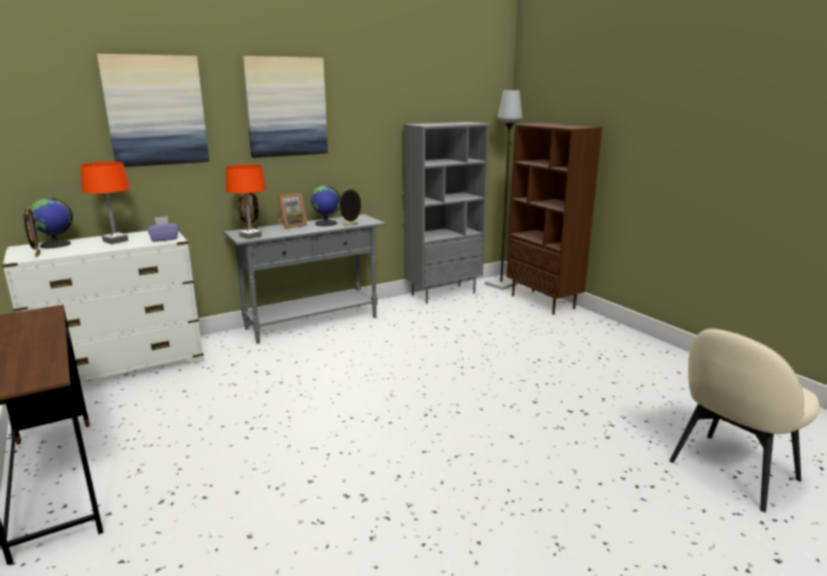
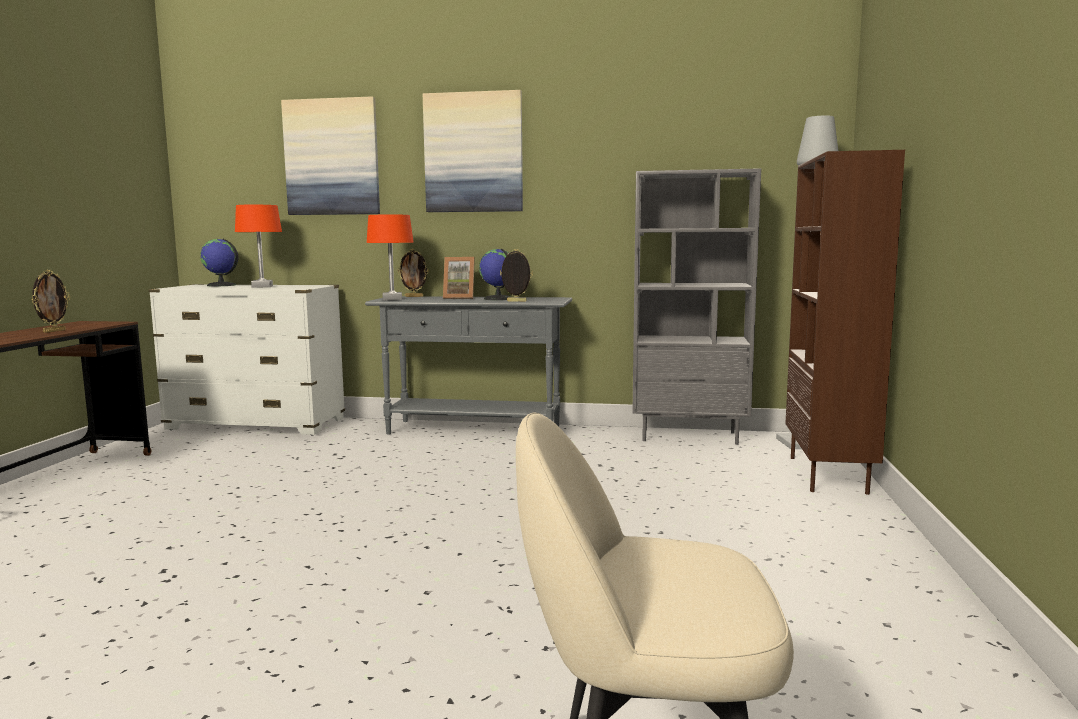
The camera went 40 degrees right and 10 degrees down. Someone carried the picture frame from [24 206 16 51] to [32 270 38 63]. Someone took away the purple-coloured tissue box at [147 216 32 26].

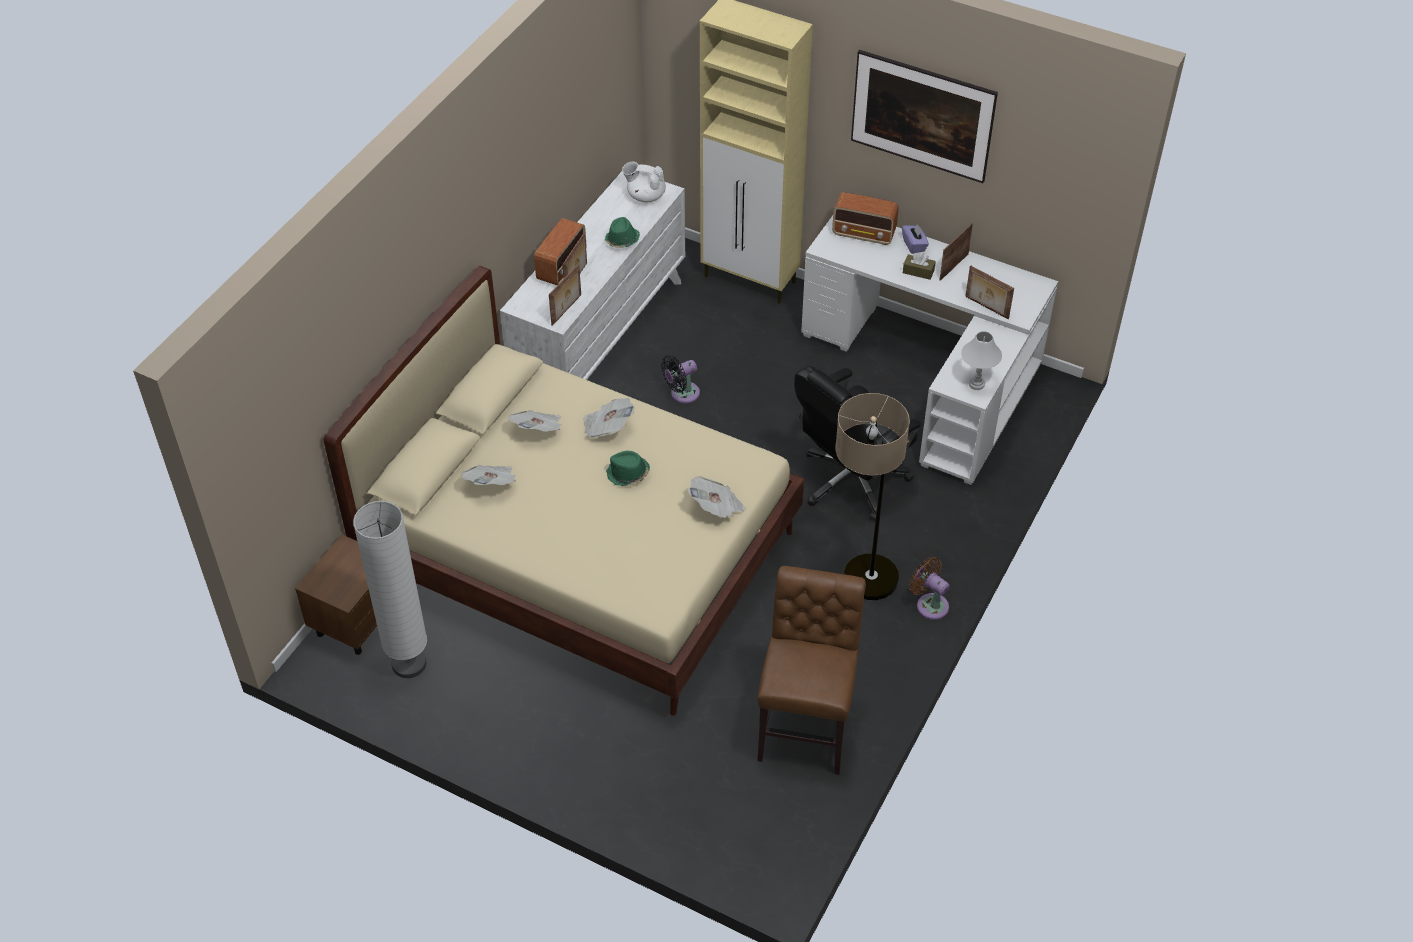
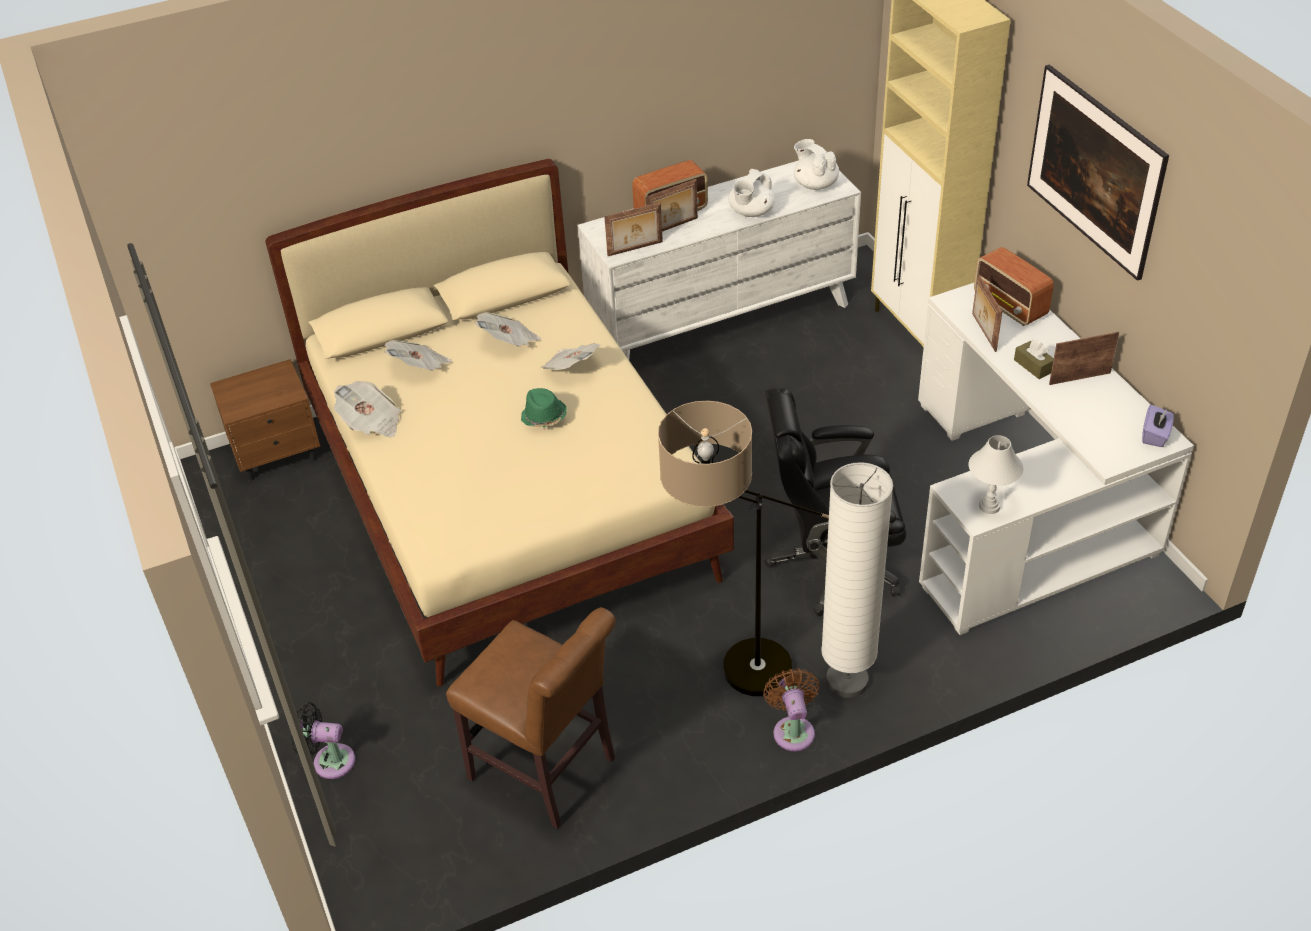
The camera went 40 degrees right and 5 degrees down. Someone swapped the greenish wearable hat at [604 217 36 31] for the white-coloured teapot at [729 169 46 48]. Someone carried the purple-coloured tissue box from [902 223 27 31] to [1142 404 32 43]. Someone carried the picture frame from [965 265 49 54] to [972 273 31 79]. Someone carried the blackish electric fan from [661 355 39 49] to [292 702 63 77]. Someone carried the daily paper from [687 476 59 42] to [334 381 67 56]. Someone carried the white-coloured standing lamp from [353 501 74 177] to [821 462 72 236]. Someone rotated the brown-coloured upright chair at [757 566 109 209] by 75 degrees clockwise.

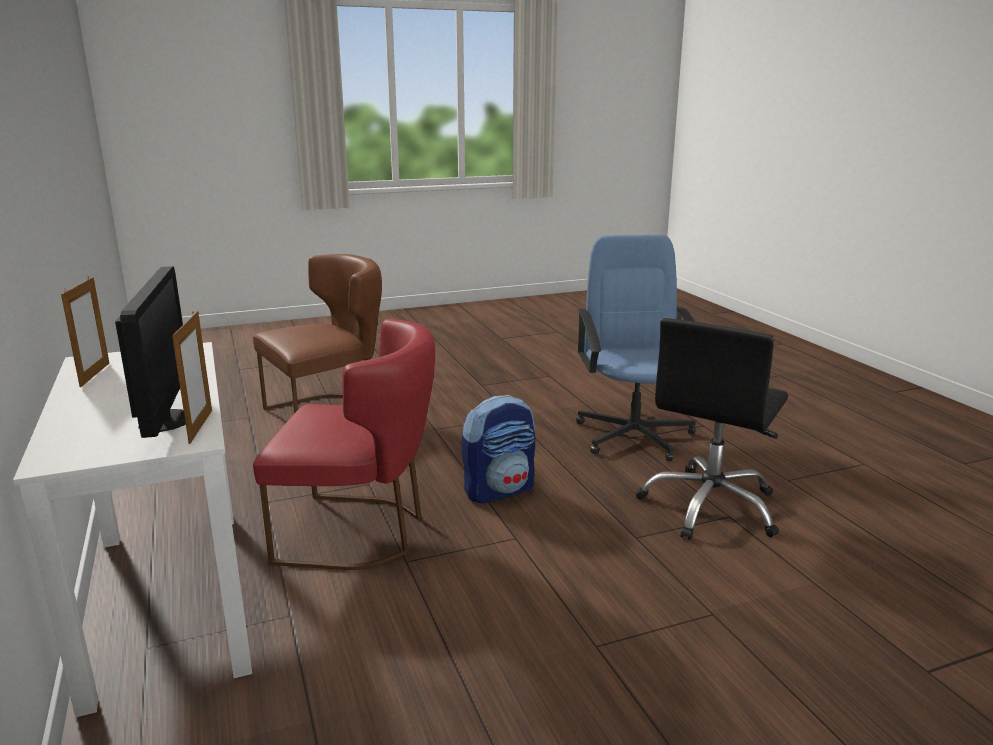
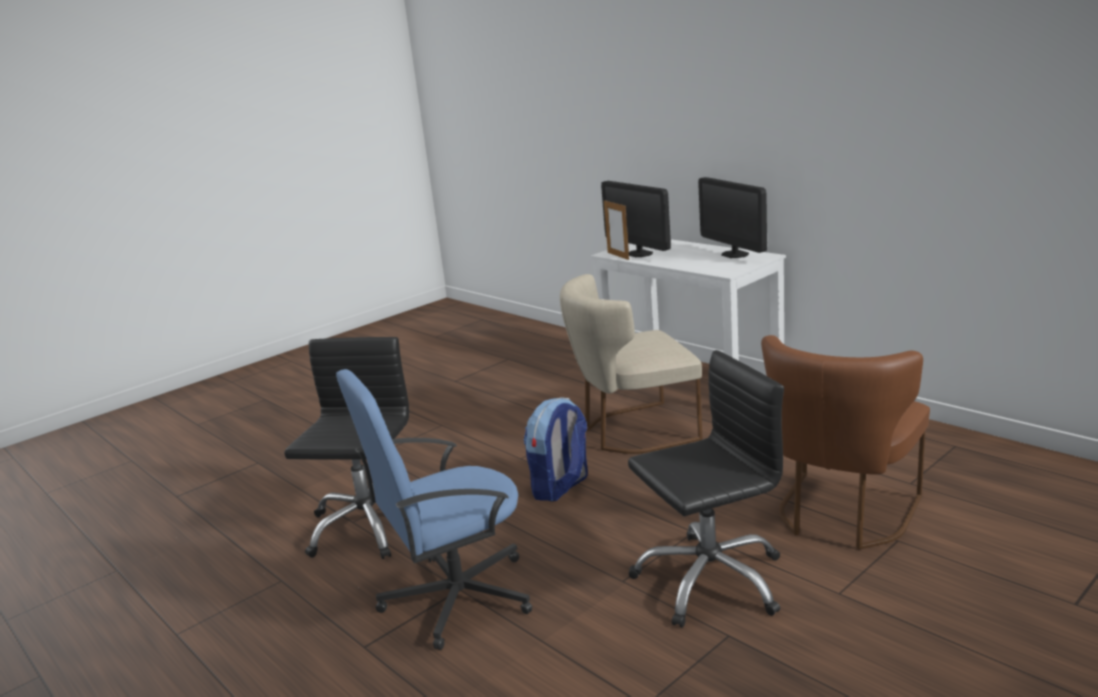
The camera went 160 degrees right and 0 degrees up. Someone rotated the blue computer chair at [576 234 120 227] by 90 degrees clockwise. Someone swapped the picture frame at [61 276 48 111] for the monitor at [698 177 69 81]. Someone repainted the red upright chair at [253 319 182 251], which became the beige upright chair at [560 274 143 180]. Someone put down the blackish computer chair at [628 350 156 278].

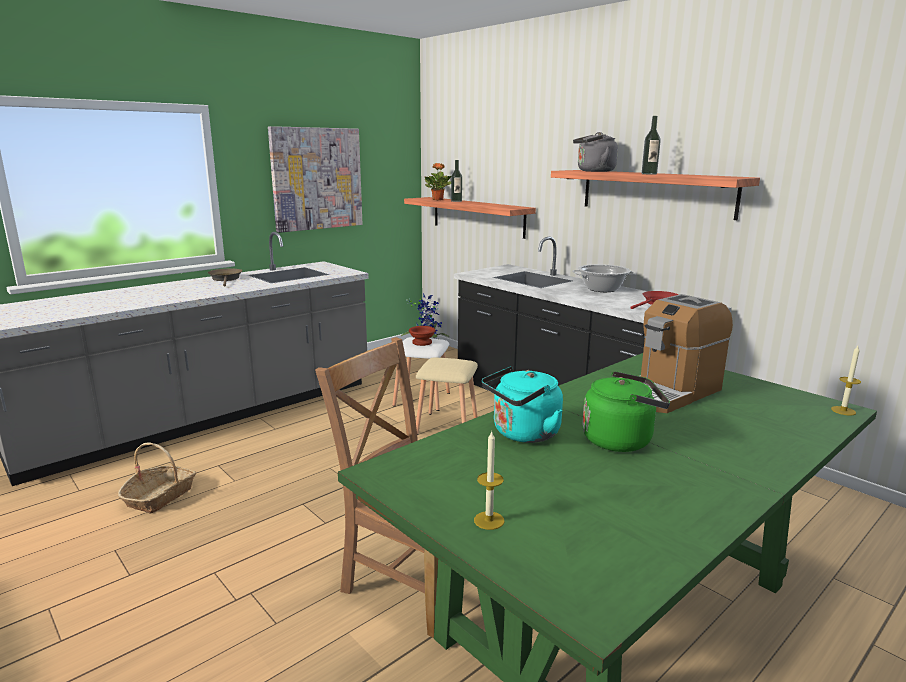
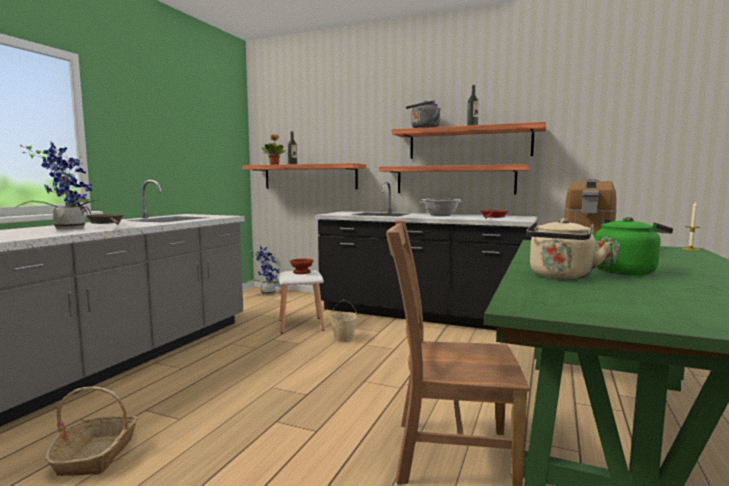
The camera went 25 degrees left and 10 degrees down. Someone took away the wall art at [268 126 94 107]. Someone swapped the beige stool at [416 357 62 78] for the beige pail at [330 300 27 42]. Someone repainted the blue-green water kettle at [482 366 81 77], which became the beige water kettle at [526 218 85 61]. Someone took away the candle at [474 430 30 100]. Someone put down the plant in a pot at [14 140 95 89]. Someone put up the shelf at [379 164 150 30].

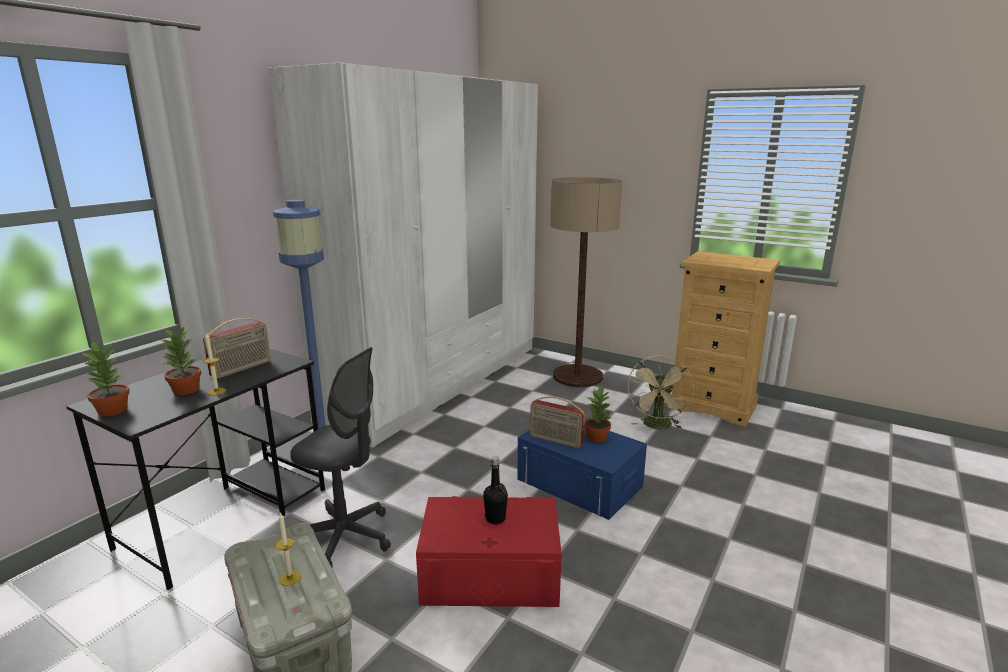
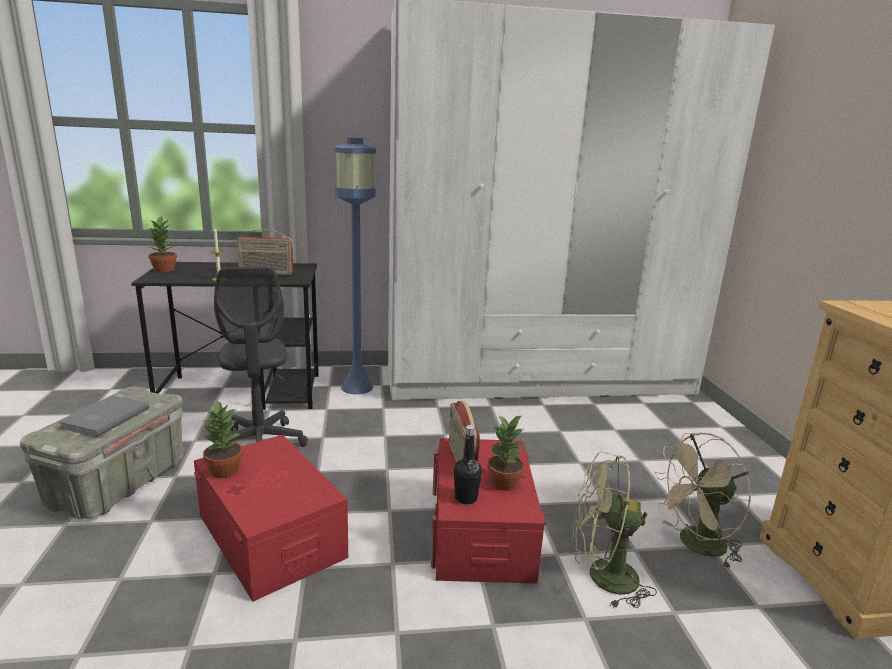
The camera went 50 degrees right and 0 degrees up. Someone took away the standing lamp at [550 177 72 210]. Someone carried the plant in a pot from [160 326 42 69] to [203 401 40 77]. Someone repainted the blue storage bin at [517 428 130 92], which became the red storage bin at [431 438 115 146]. Someone carried the blackish drink bottle from [483 456 25 69] to [454 425 28 79]. Someone swapped the candle at [275 512 26 74] for the grey book at [58 395 91 42]. Someone put down the greenish electric fan at [571 451 86 157].

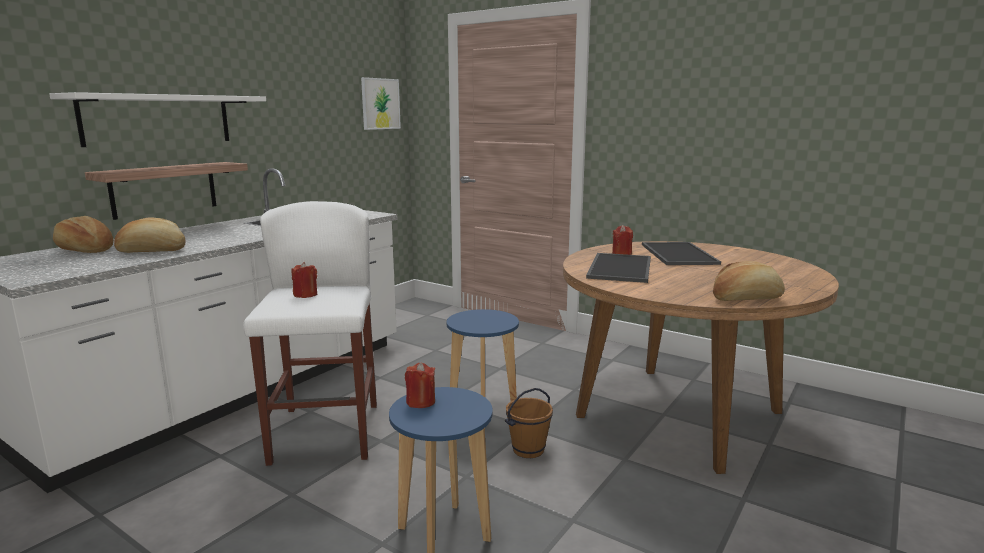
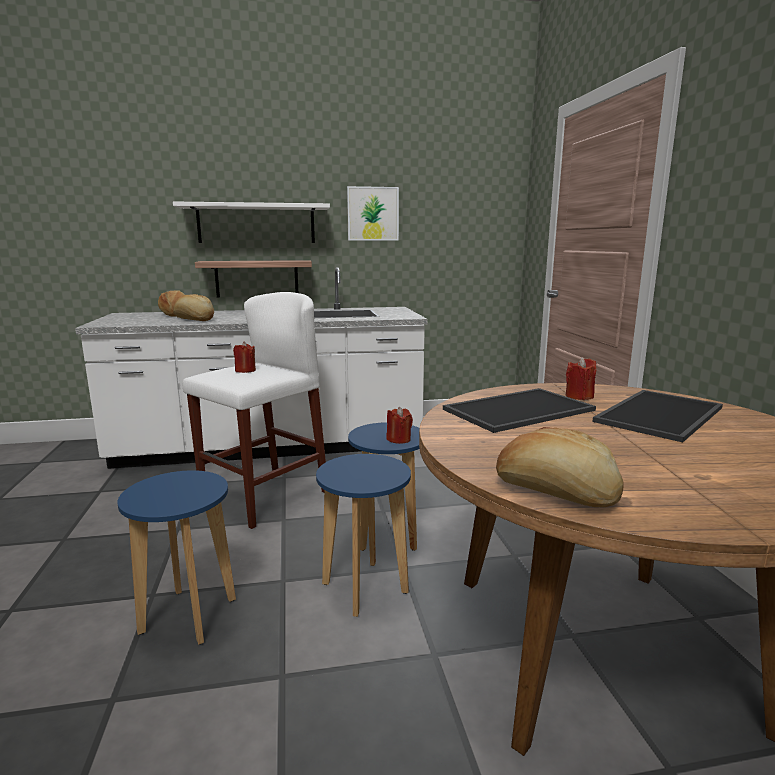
The camera went 45 degrees right and 0 degrees up. Someone carried the wall art from [361 77 40 53] to [347 186 52 55]. Someone carried the red candle from [405 363 30 45] to [386 407 27 37]. Someone swapped the brown-coloured pail at [505 388 48 70] for the blue stool at [316 454 95 163].

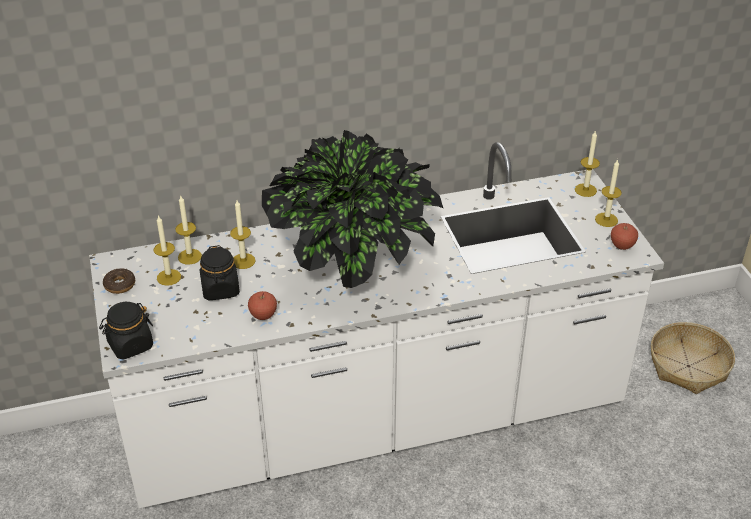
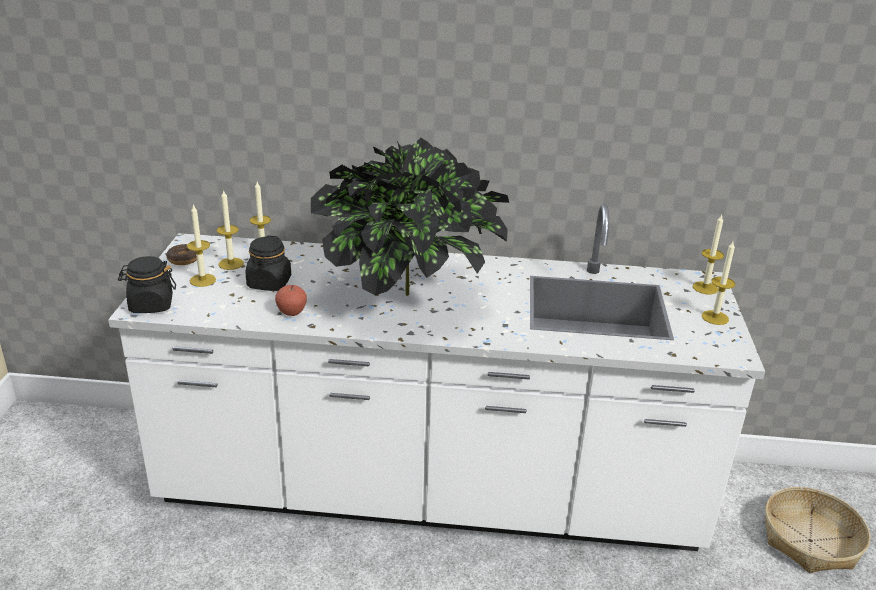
The camera went 20 degrees right and 10 degrees down. Someone carried the candle from [230 200 25 69] to [187 204 29 83]. Someone took away the apple fruit at [611 223 27 27].

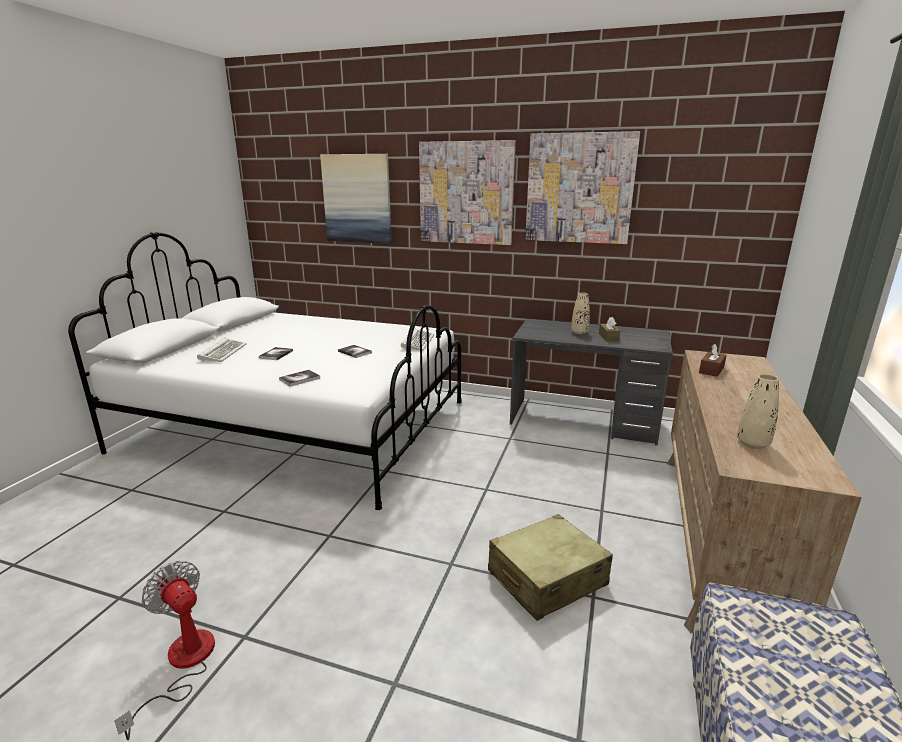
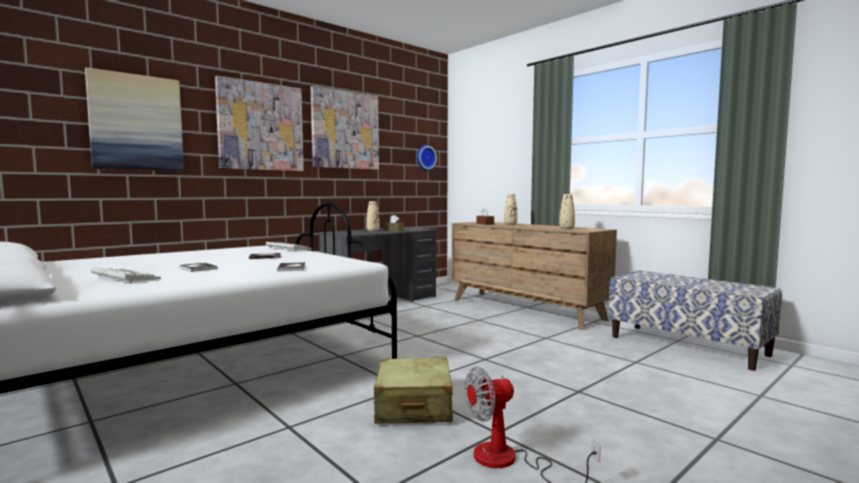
The camera went 60 degrees left and 15 degrees down. Someone carried the beige suitcase from [488 514 125 107] to [374 357 79 67]. Someone put up the clock on the wall at [417 145 20 26]. Someone put down the beige vase at [504 194 14 31].

